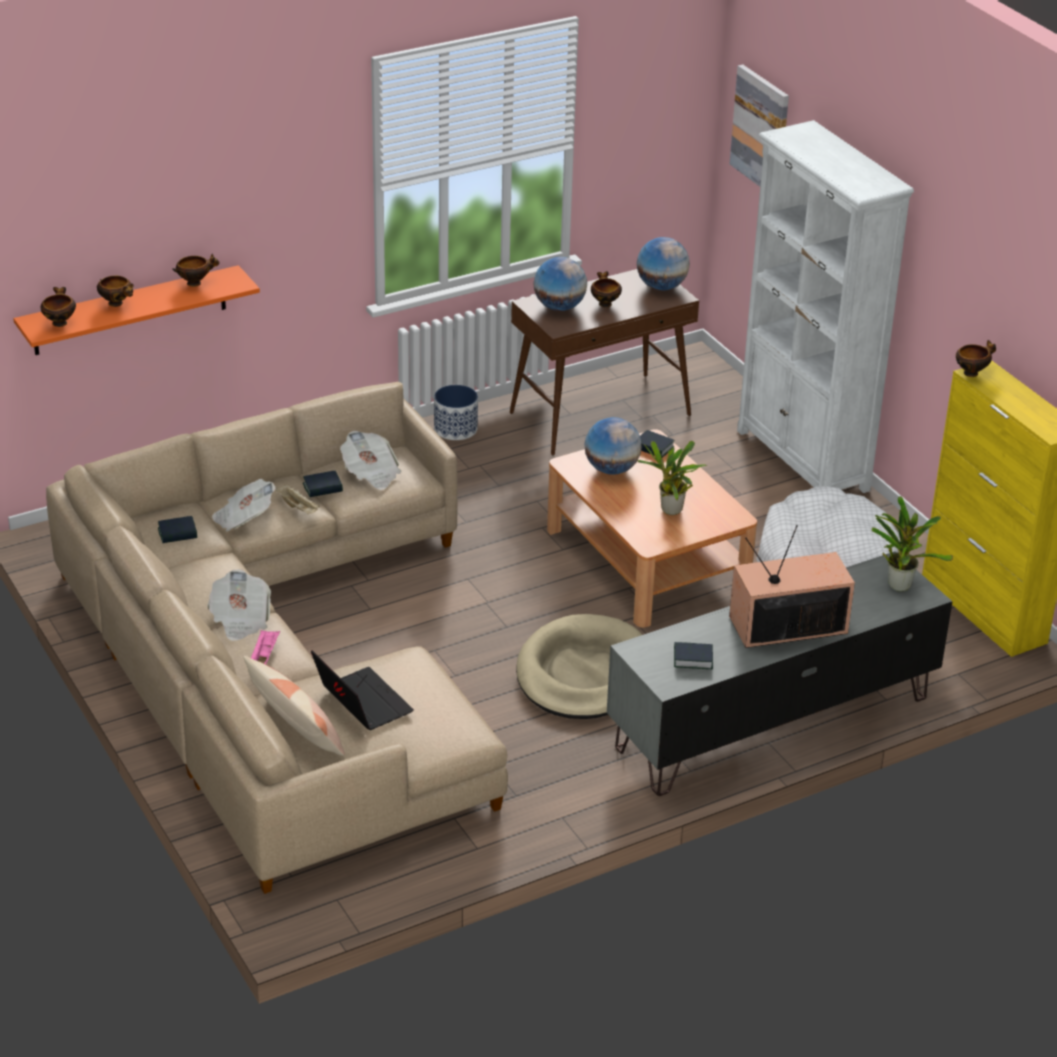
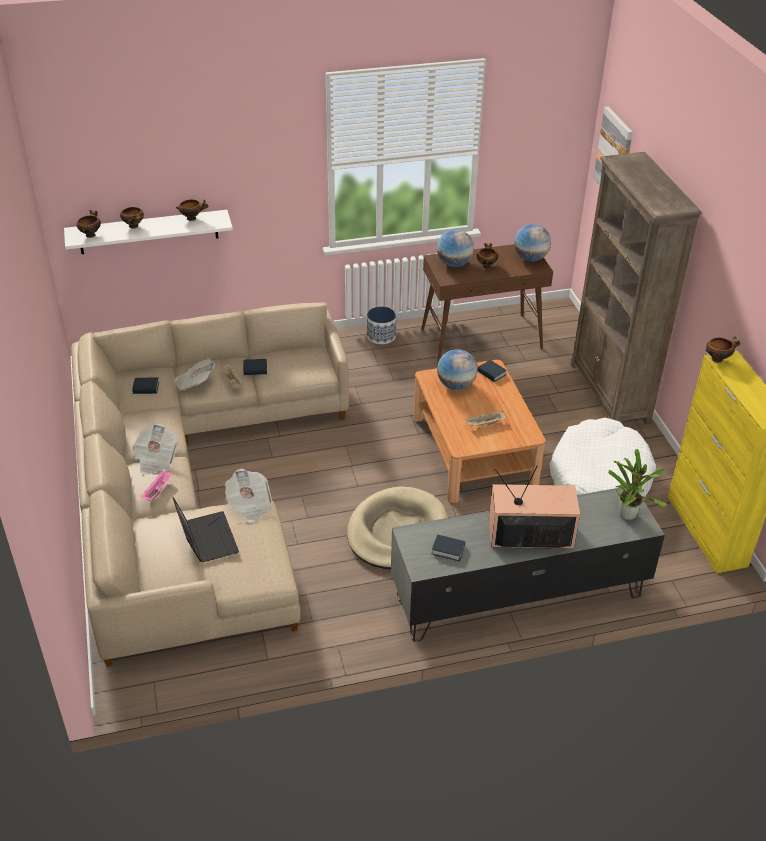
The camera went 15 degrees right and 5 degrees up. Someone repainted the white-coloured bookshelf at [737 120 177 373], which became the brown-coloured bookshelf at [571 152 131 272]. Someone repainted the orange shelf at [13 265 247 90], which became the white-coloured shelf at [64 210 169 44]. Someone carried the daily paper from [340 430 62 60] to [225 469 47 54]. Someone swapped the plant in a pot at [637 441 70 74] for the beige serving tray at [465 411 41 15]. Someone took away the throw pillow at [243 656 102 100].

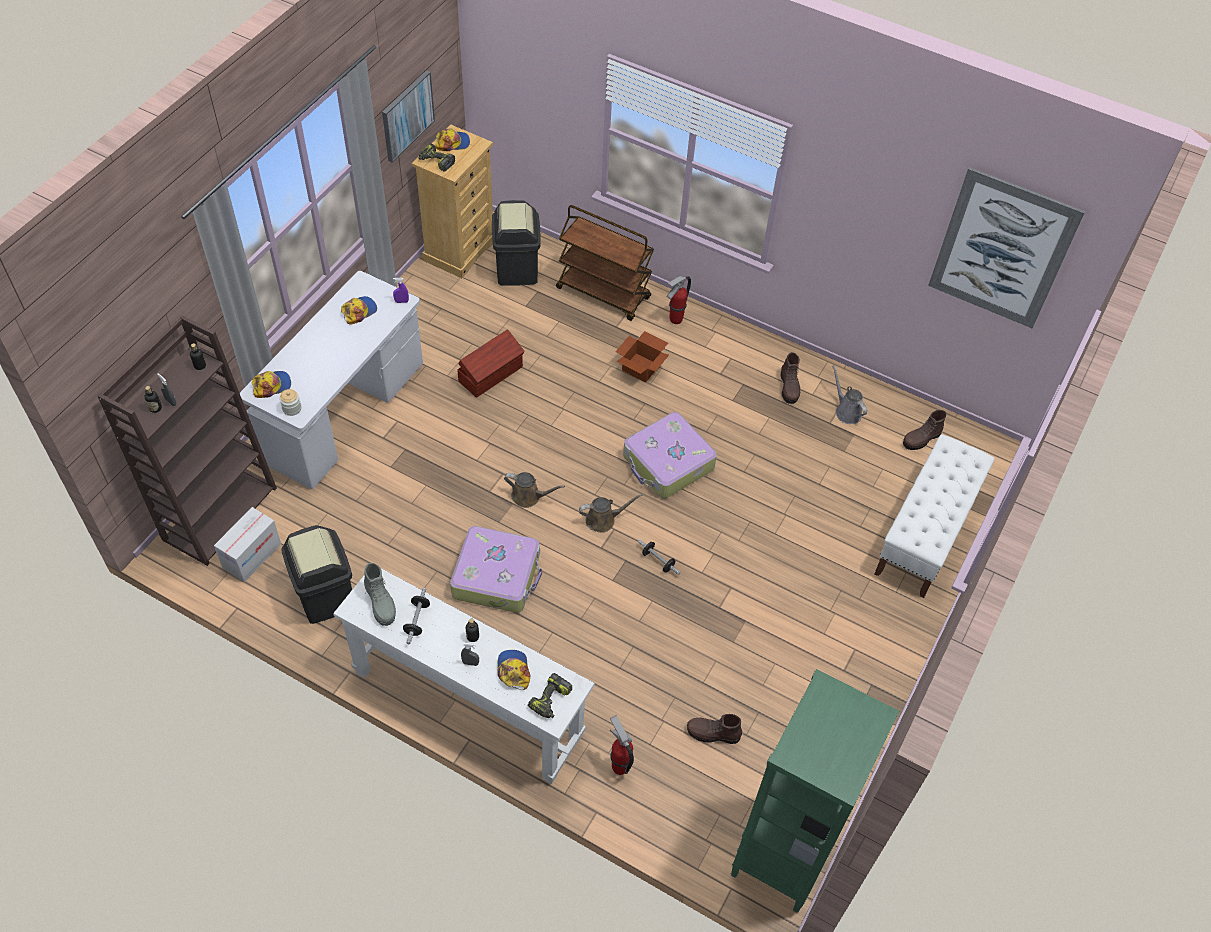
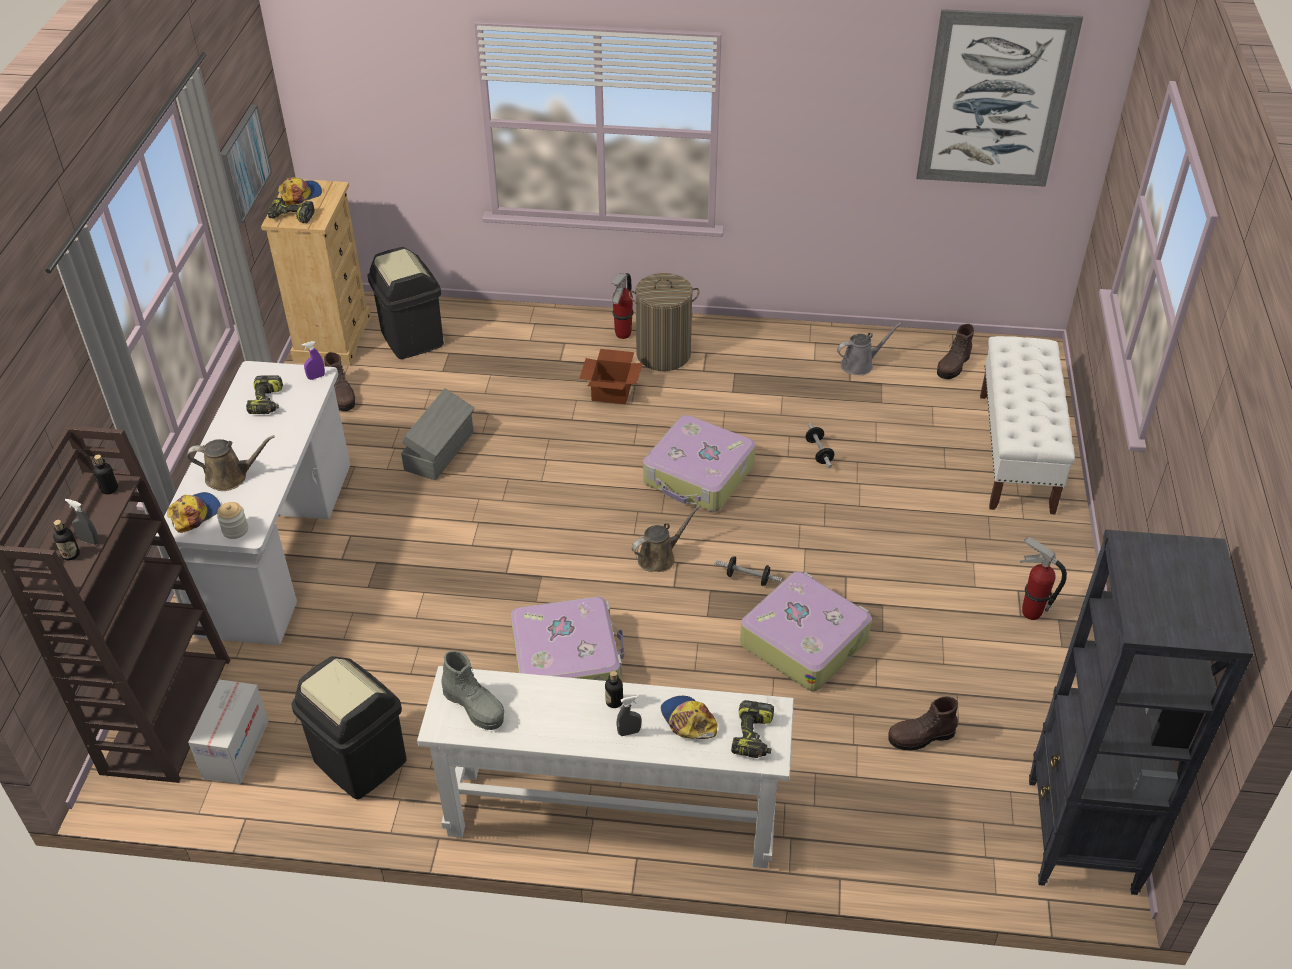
The camera went 20 degrees left and 10 degrees down. Someone took away the brown-coloured wheeled cart at [556 205 98 116]. Someone swapped the cap at [341 296 36 29] for the drill at [246 375 37 39]. Someone repainted the brown-coloured storage bin at [457 329 68 69], which became the grey storage bin at [401 388 74 92]. Someone carried the brown-coloured high-top boot from [781 352 19 52] to [324 352 31 59]. Someone rotated the grey watering can at [832 365 35 59] by 120 degrees clockwise. Someone carried the brown-coloured watering can from [504 472 61 36] to [187 435 88 56]. Someone carried the hand weight from [403 588 27 56] to [806 423 28 45]. Someone repainted the greenish bookshelf at [731 669 168 244], which became the blackish bookshelf at [1029 529 225 366]. Someone carried the extinguisher from [610 715 24 60] to [1020 536 47 84]. Someone put down the washing basket at [629 273 70 98]. Someone put down the suitcase at [740 571 132 120].

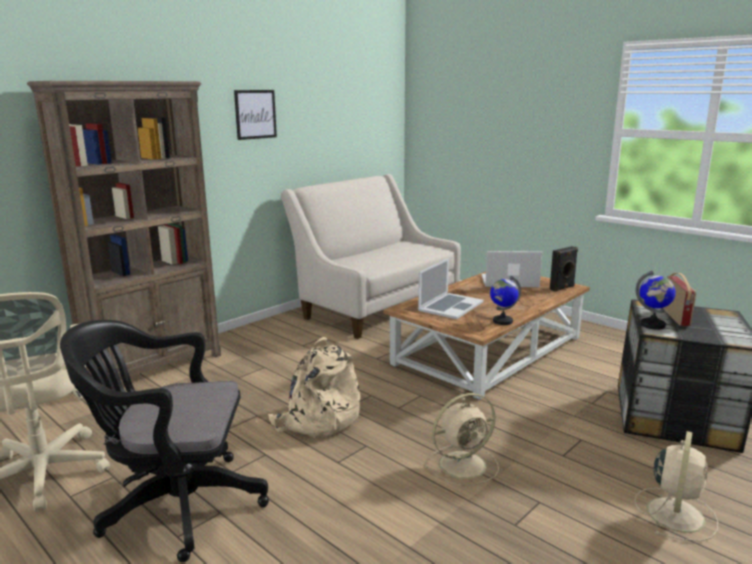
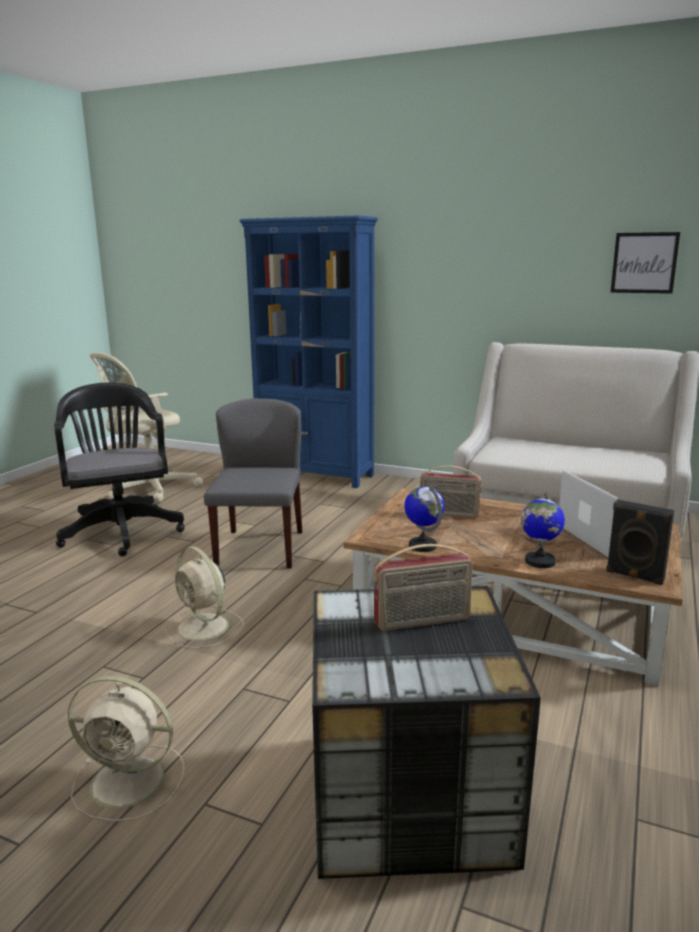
The camera went 70 degrees right and 0 degrees up. Someone repainted the brown-coloured bookshelf at [27 81 194 299], which became the blue bookshelf at [239 215 139 273]. Someone carried the wall art from [234 90 43 50] to [610 232 70 62]. Someone swapped the notebook computer at [418 258 66 61] for the radio receiver at [420 466 62 52]. Someone carried the world globe from [636 271 40 59] to [521 492 44 76]. Someone swapped the beige knapsack at [268 337 92 101] for the grey upright chair at [204 398 98 170].

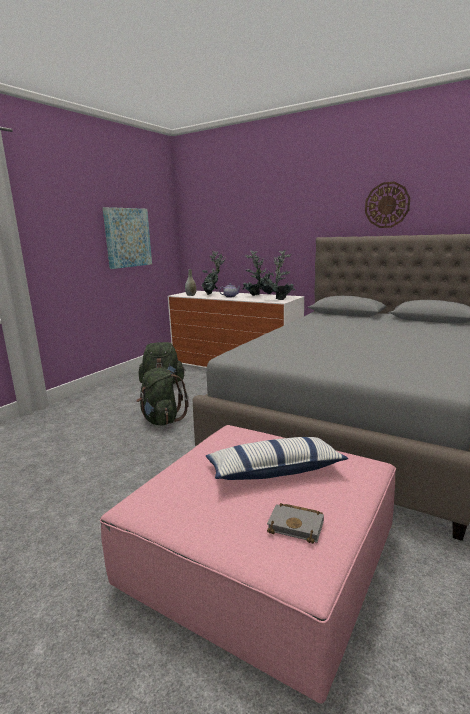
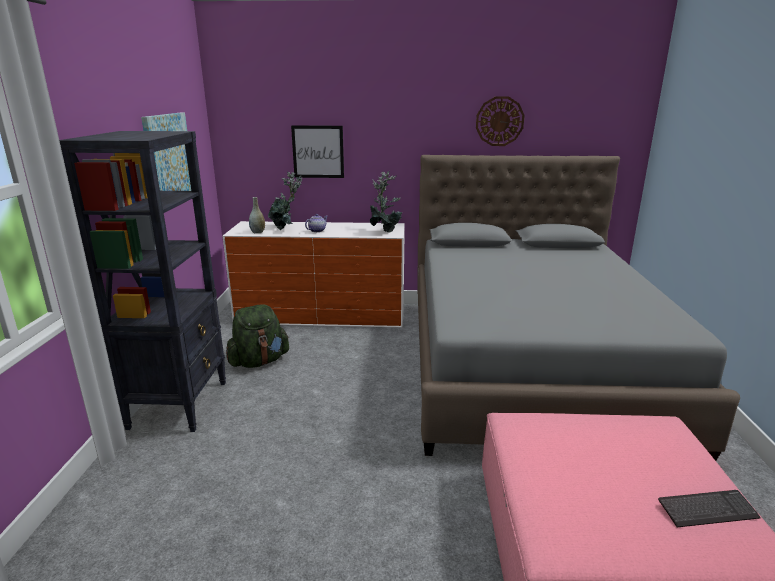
The camera went 30 degrees left and 5 degrees up. Someone took away the plant in a pot at [242 250 28 46]. Someone took away the greenish knapsack at [136 367 52 59]. Someone took away the throw pillow at [206 437 142 43]. Someone swapped the grey book at [267 503 57 41] for the PC keyboard at [658 490 103 37]. Someone put up the wall art at [291 125 53 53]. Someone put down the blackish bookshelf at [59 131 167 301].

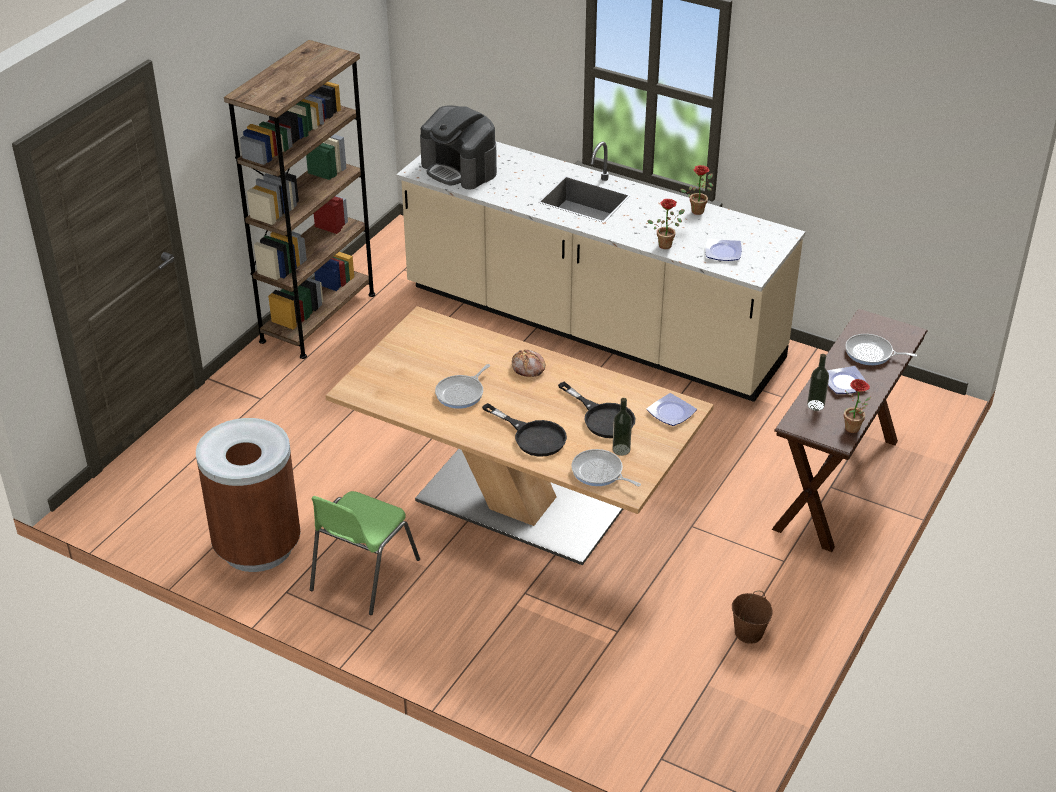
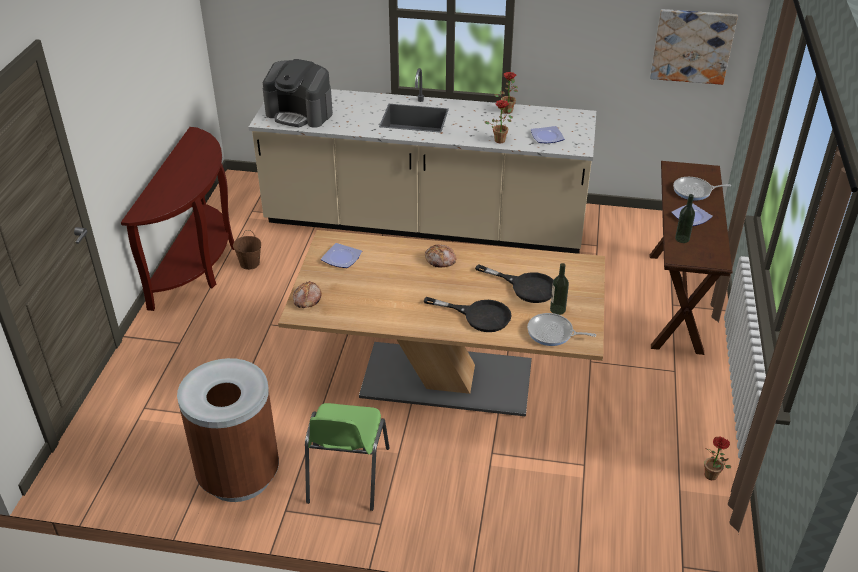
The camera went 20 degrees left and 0 degrees up. Someone swapped the brown-coloured bookshelf at [224 40 151 319] for the brown-coloured hall table at [121 127 114 184]. Someone took away the pan at [435 364 55 45]. Someone carried the plant in a pot from [844 379 27 54] to [704 436 27 44]. Someone carried the plate from [646 393 51 33] to [321 243 41 25]. Someone carried the brown-coloured pail from [732 591 41 53] to [233 230 28 40]. Someone put up the wall art at [650 9 88 76]. Someone put down the bakery bread at [293 281 29 27].

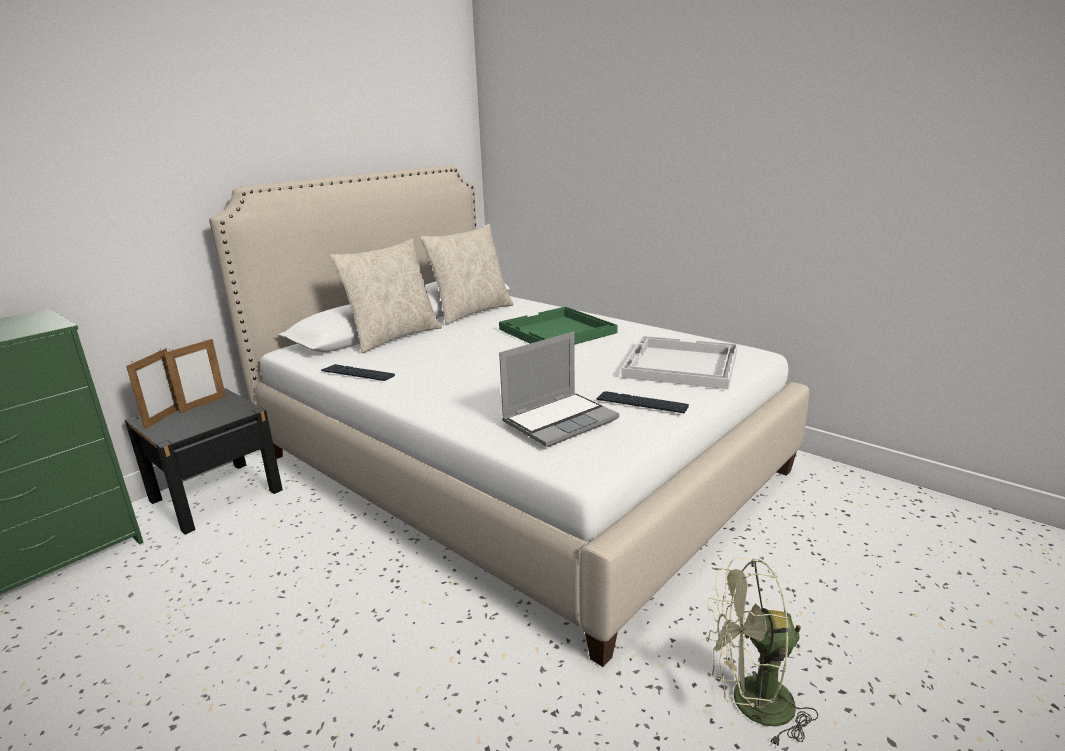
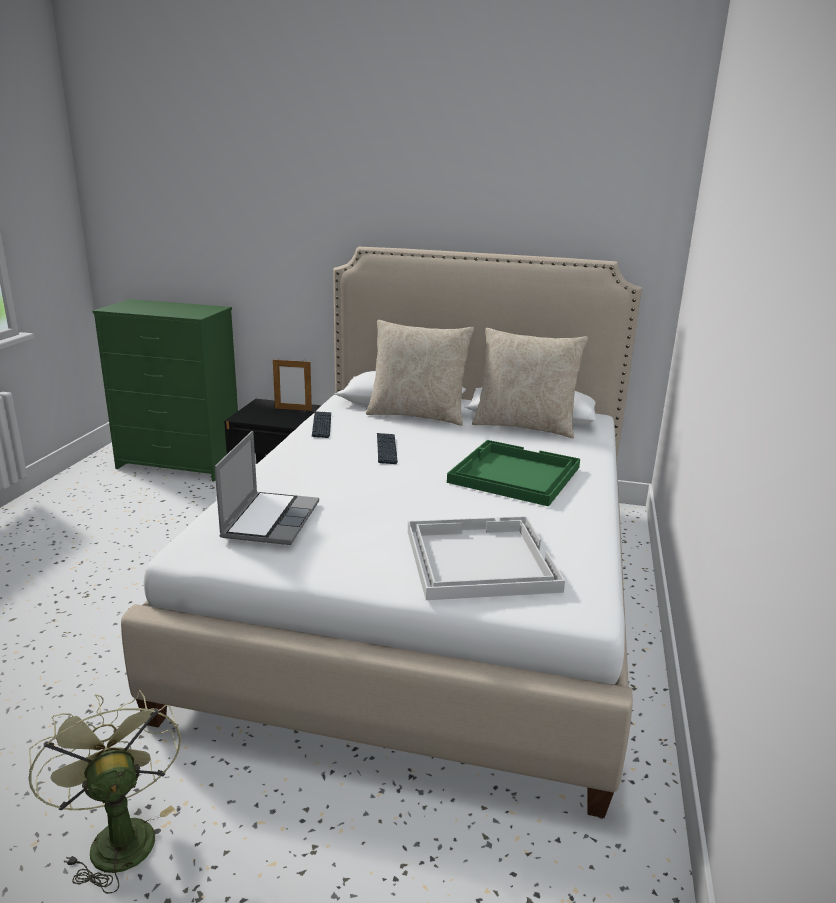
The camera went 60 degrees right and 0 degrees up. Someone rotated the notebook computer at [499 331 121 116] by 105 degrees counterclockwise. Someone took away the picture frame at [126 348 53 81]. Someone carried the PC keyboard from [597 391 92 22] to [377 433 21 31].

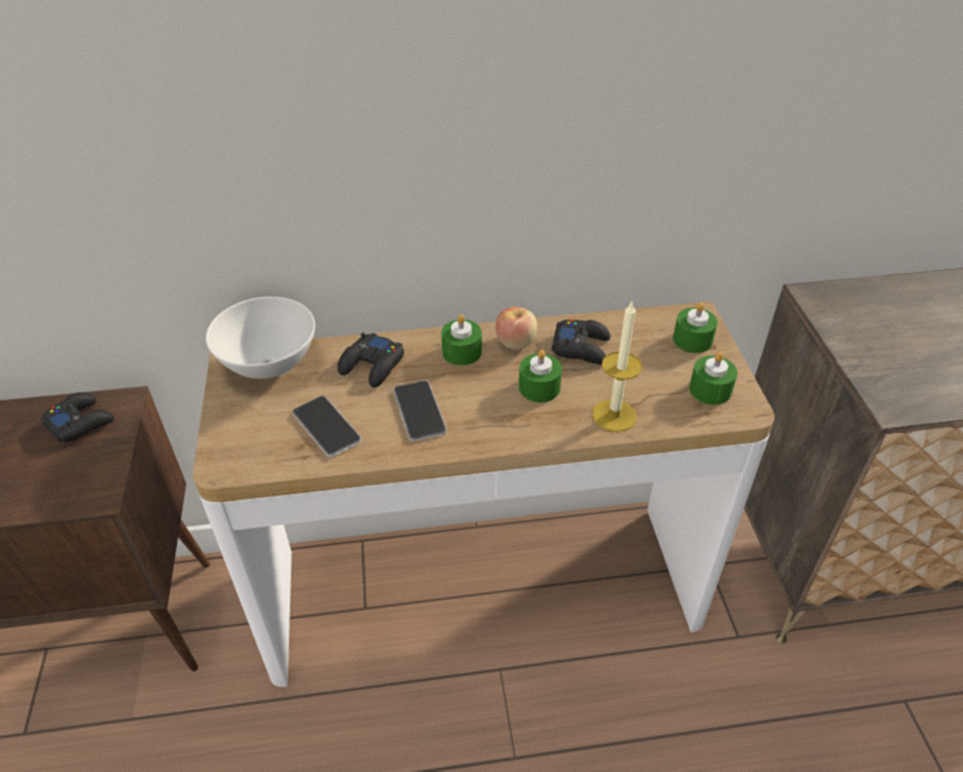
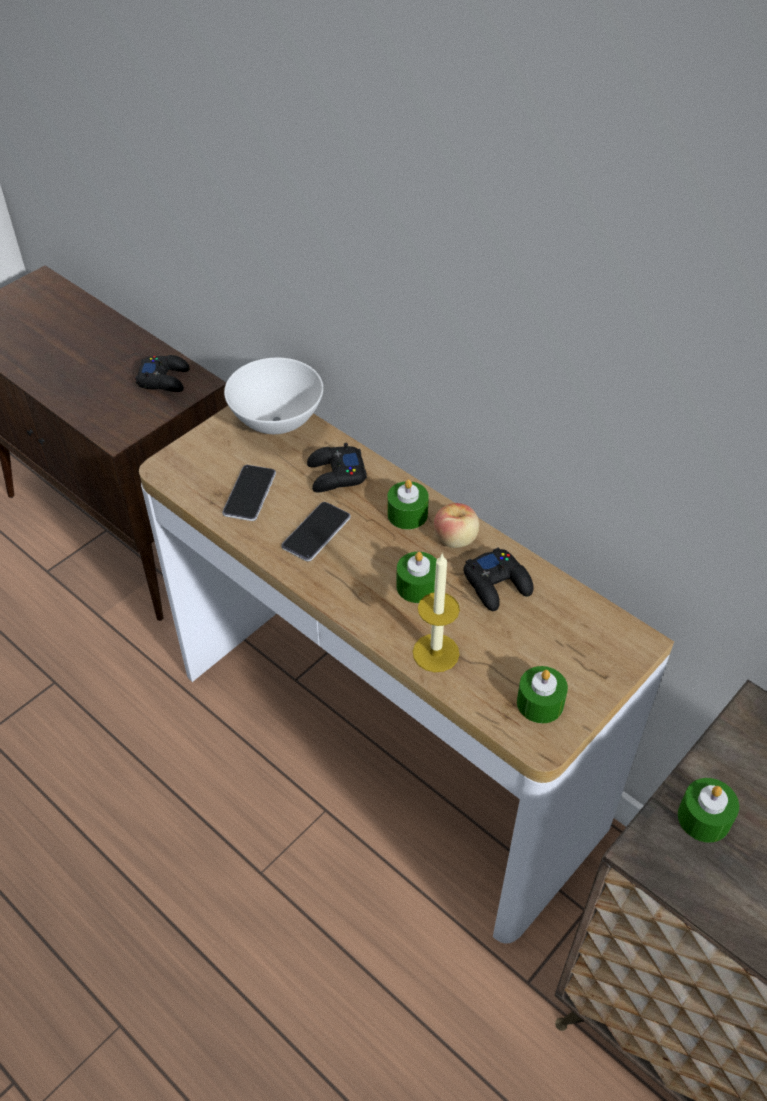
The camera went 50 degrees right and 5 degrees up. Someone carried the greenish candle from [673 303 45 50] to [678 778 61 65].

